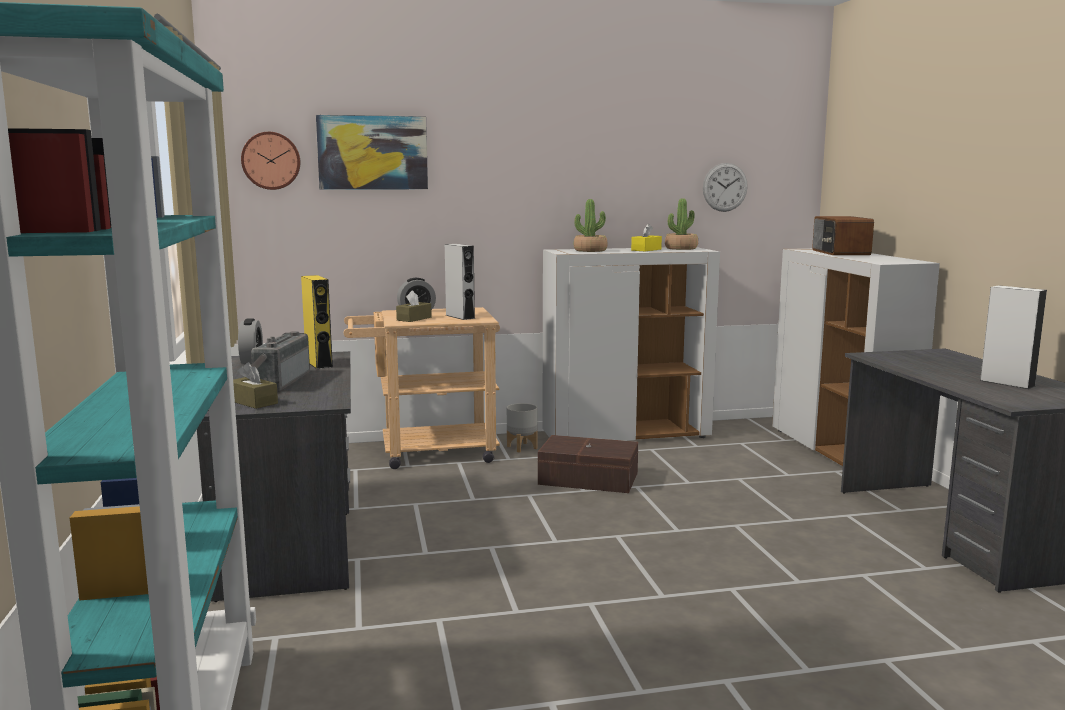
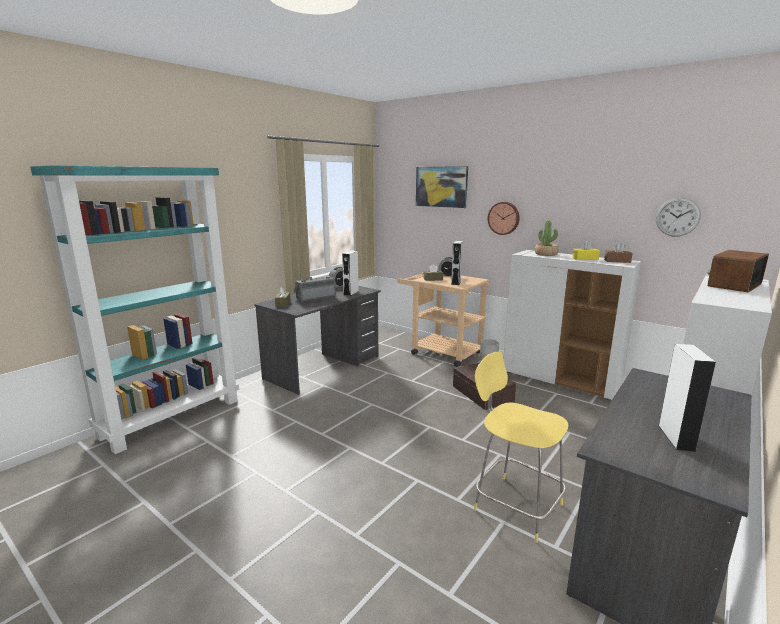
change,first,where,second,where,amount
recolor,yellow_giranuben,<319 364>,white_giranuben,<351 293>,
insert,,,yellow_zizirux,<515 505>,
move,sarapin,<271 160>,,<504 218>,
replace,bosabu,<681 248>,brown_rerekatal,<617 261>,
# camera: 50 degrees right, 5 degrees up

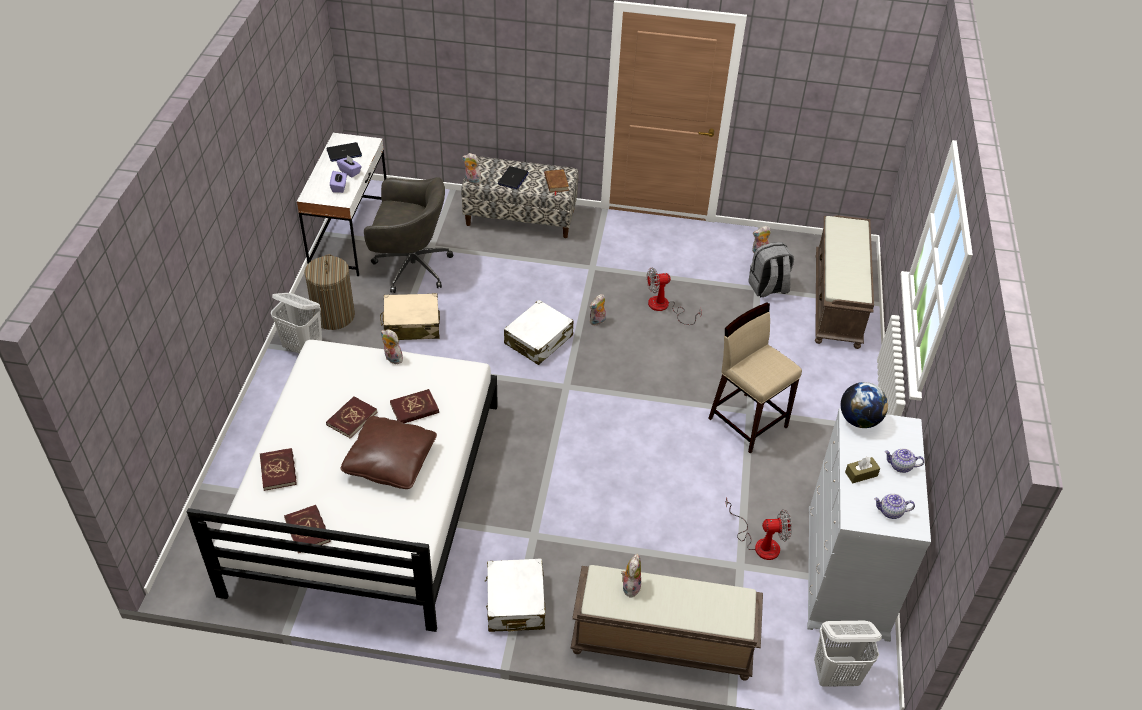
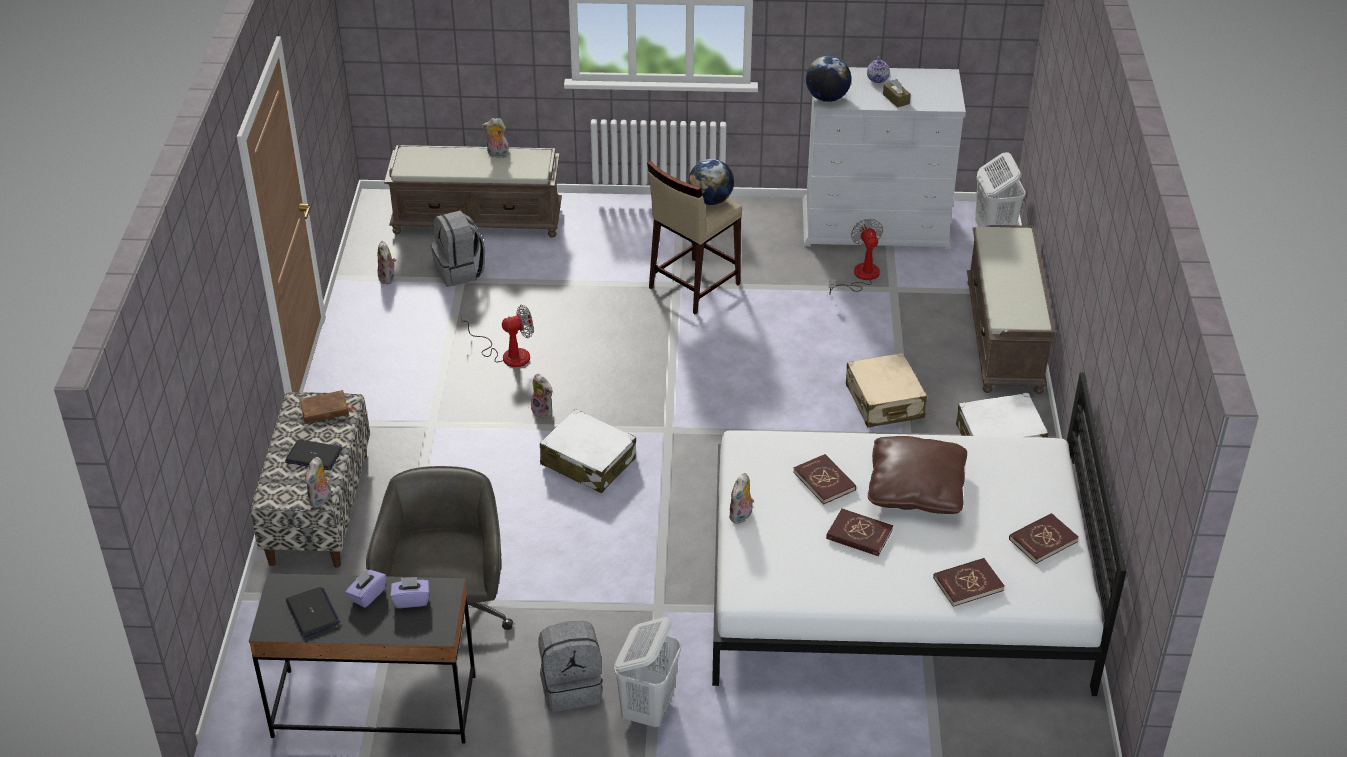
change,first,where,second,where,amount
recolor,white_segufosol,<350 236>,black_segufosol,<374 706>,
rotate,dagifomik,<664 307>,,<507 354>,90 degrees counterclockwise
move,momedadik,<630 586>,,<497 155>,
replace,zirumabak,<334 316>,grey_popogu,<571 687>,
insert,,,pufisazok,<711 200>,
move,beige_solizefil,<411 325>,,<884 402>,
delete,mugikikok,<890 512>,,,
# camera: 95 degrees left, 5 degrees down

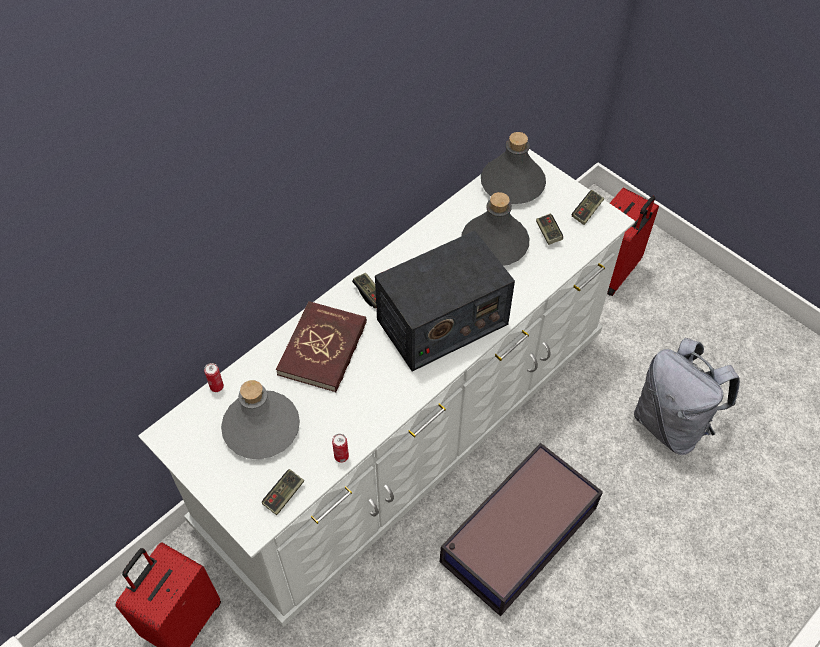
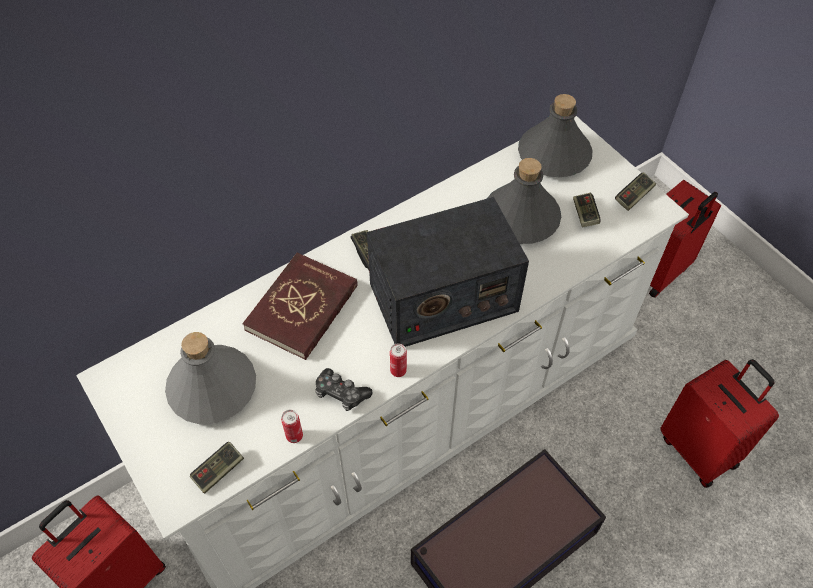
change,first,where,second,where,amount
insert,,,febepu,<341 393>,
move,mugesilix,<217 387>,,<398 371>,
replace,grey_popogu,<671 423>,red_solizefil,<699 450>,
# camera: 10 degrees right, 0 degrees up

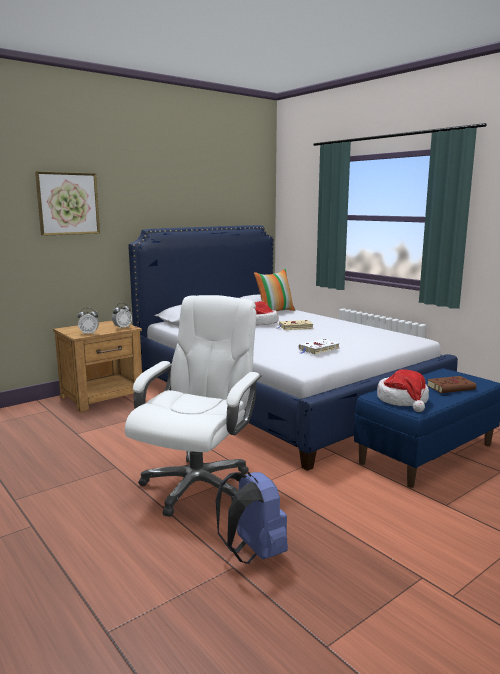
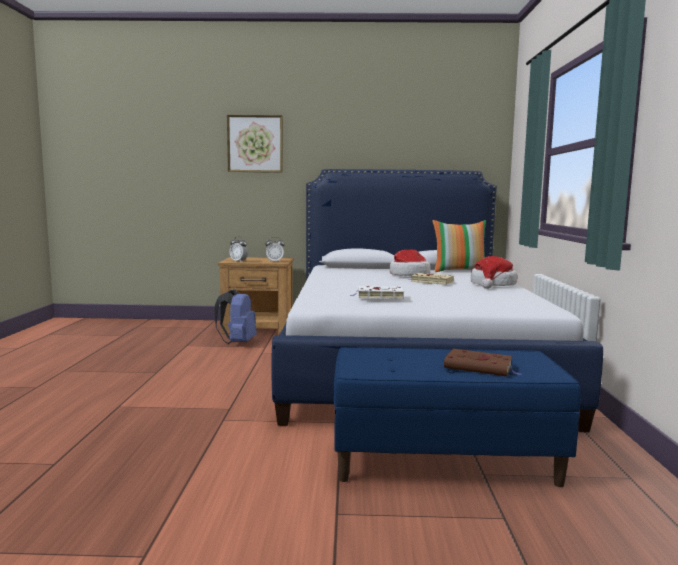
change,first,where,second,where,amount
move,blue_popogu,<253 553>,,<238 343>,
move,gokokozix,<403 400>,,<492 285>,
delete,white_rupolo,<197 485>,,,
# camera: 40 degrees right, 5 degrees down

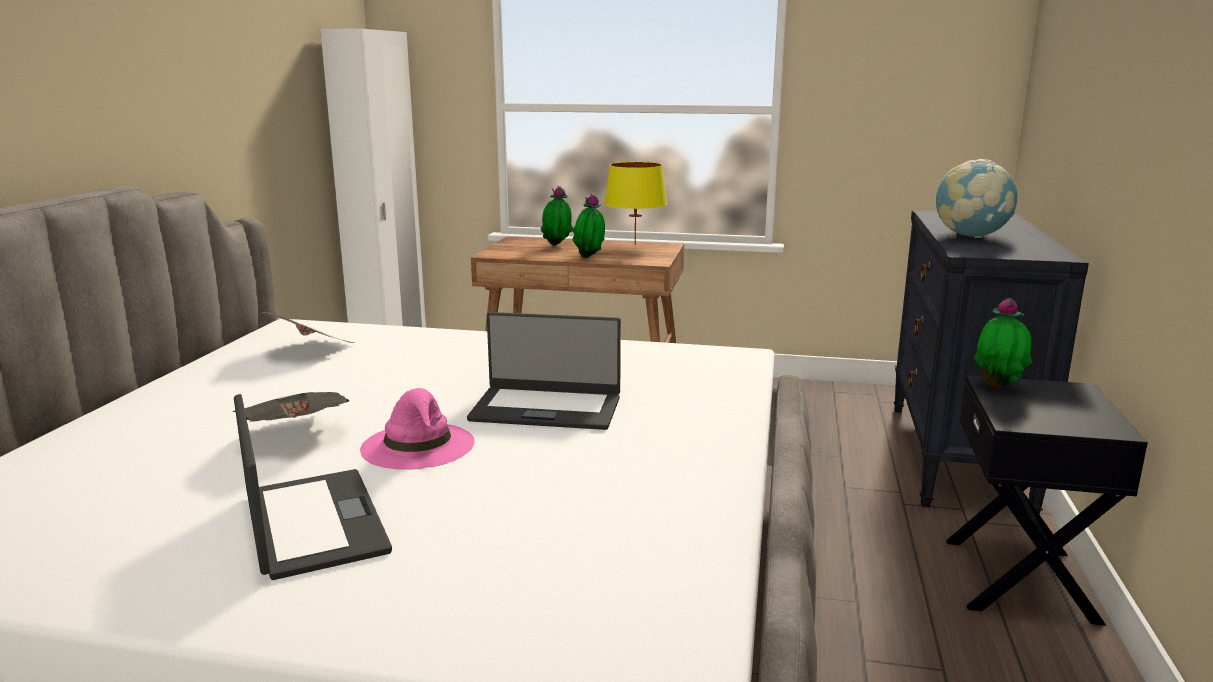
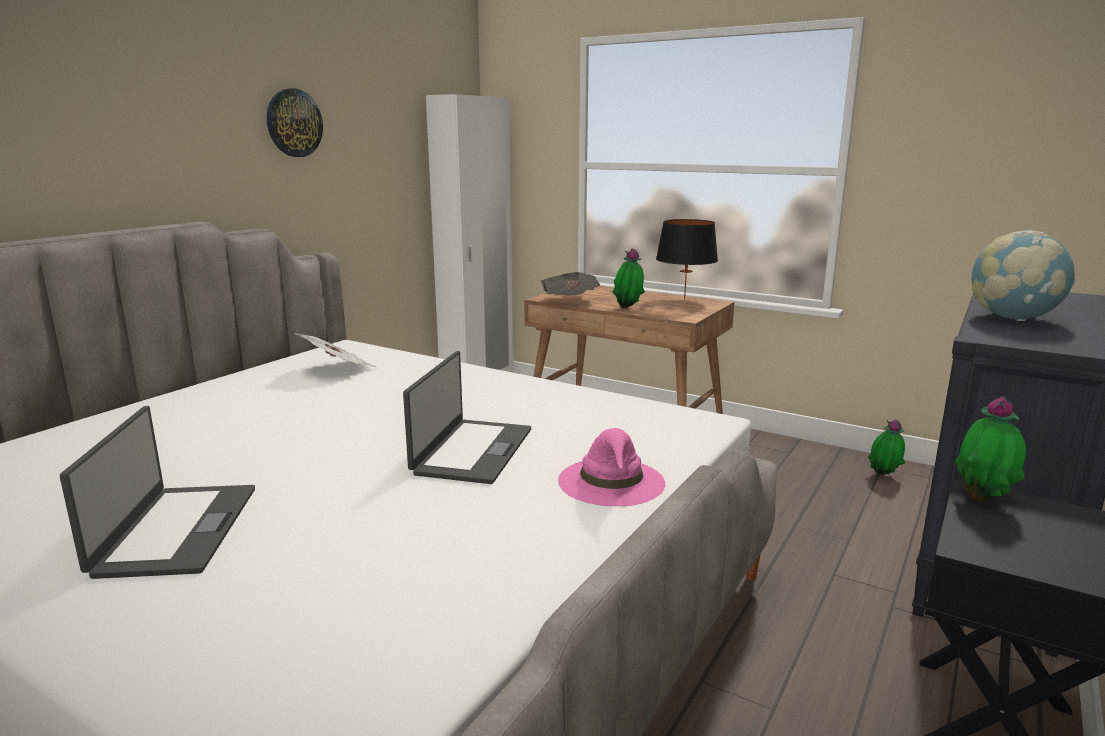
change,first,where,second,where,amount
insert,,,sarapin,<294 123>,
rotate,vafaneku,<546 408>,,<471 451>,105 degrees counterclockwise
move,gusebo,<296 435>,,<570 301>,
move,pink_gokokozix,<419 446>,,<612 482>,
recolor,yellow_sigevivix,<634 244>,black_sigevivix,<684 299>,
move,bosabu,<557 246>,,<883 476>,
# camera: 20 degrees right, 0 degrees up

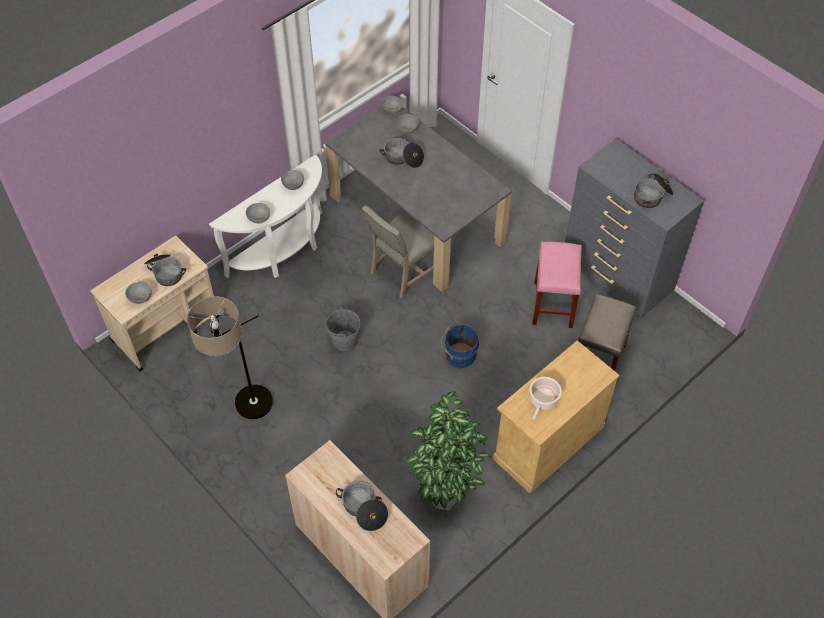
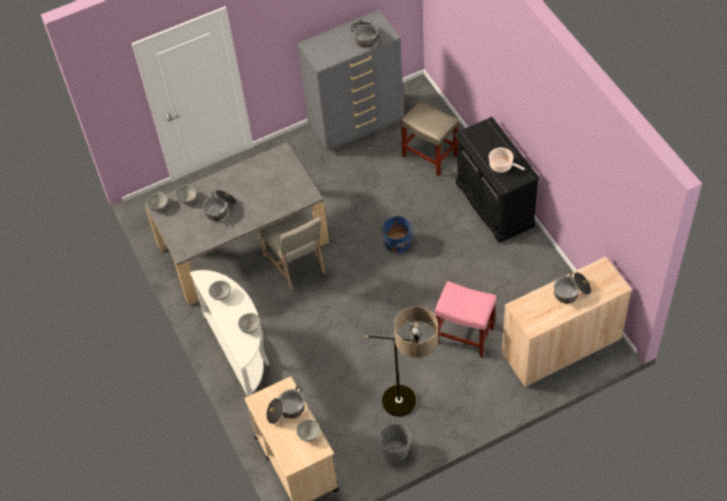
change,first,where,second,where,amount
move,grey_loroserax,<344 340>,,<395 451>,
move,pink_zizirux,<553 305>,,<465 335>,
recolor,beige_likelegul,<548 442>,black_likelegul,<494 205>,
delete,bosabu,<445 498>,,,
# camera: 70 degrees left, 0 degrees up

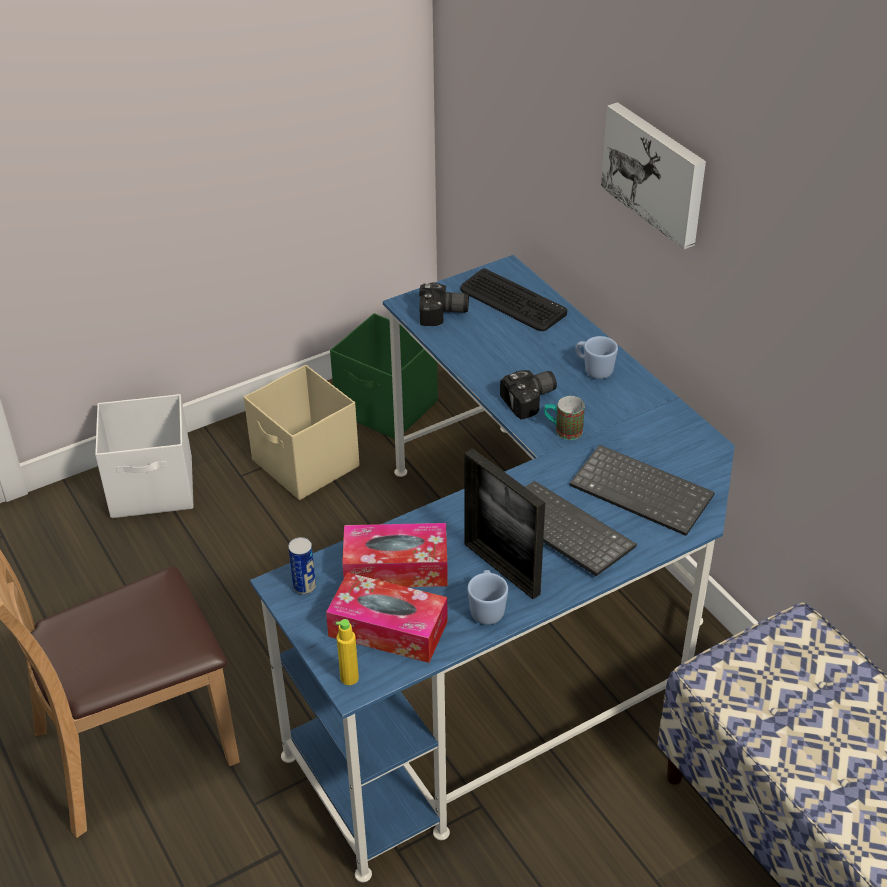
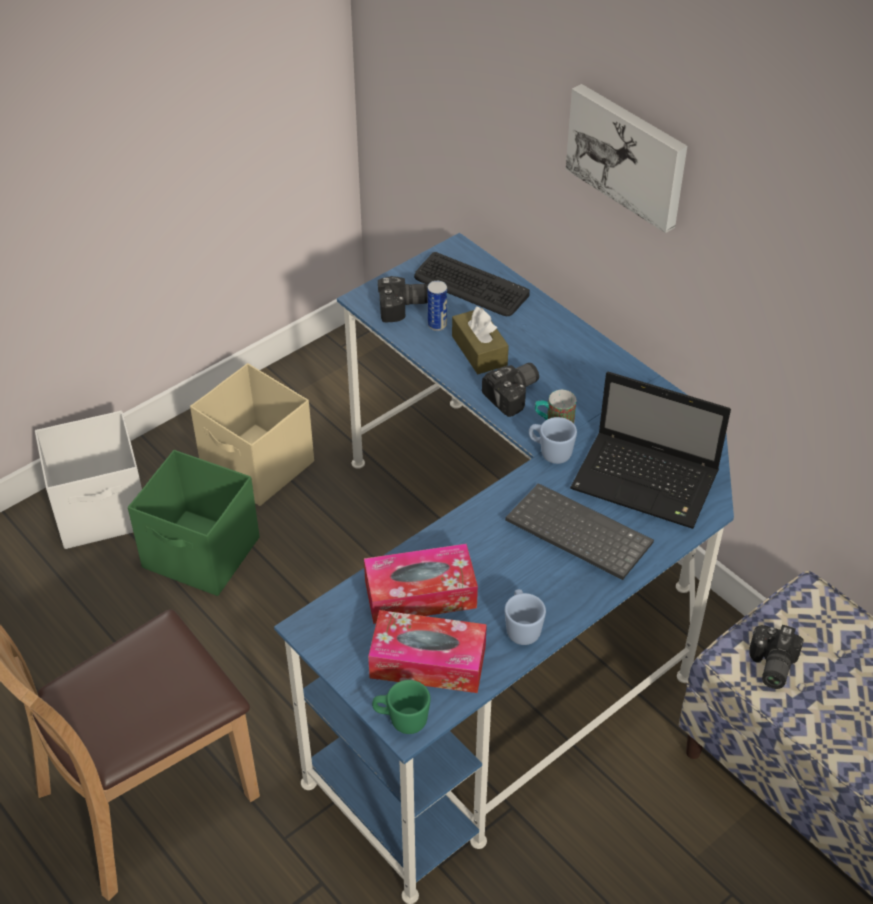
change,first,where,second,where,amount
move,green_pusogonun,<387 408>,,<202 554>,
replace,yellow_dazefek,<349 678>,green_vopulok,<401 720>,
move,mugesilix,<304 587>,,<437 325>,
insert,,,brown_rerekatal,<479 351>,
move,blue_vopulok,<593 370>,,<550 452>,
replace,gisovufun,<643 491>,vafaneku,<648 482>,
insert,,,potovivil,<770 665>,
delete,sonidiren,<501 568>,,,
# camera: 10 degrees left, 5 degrees up

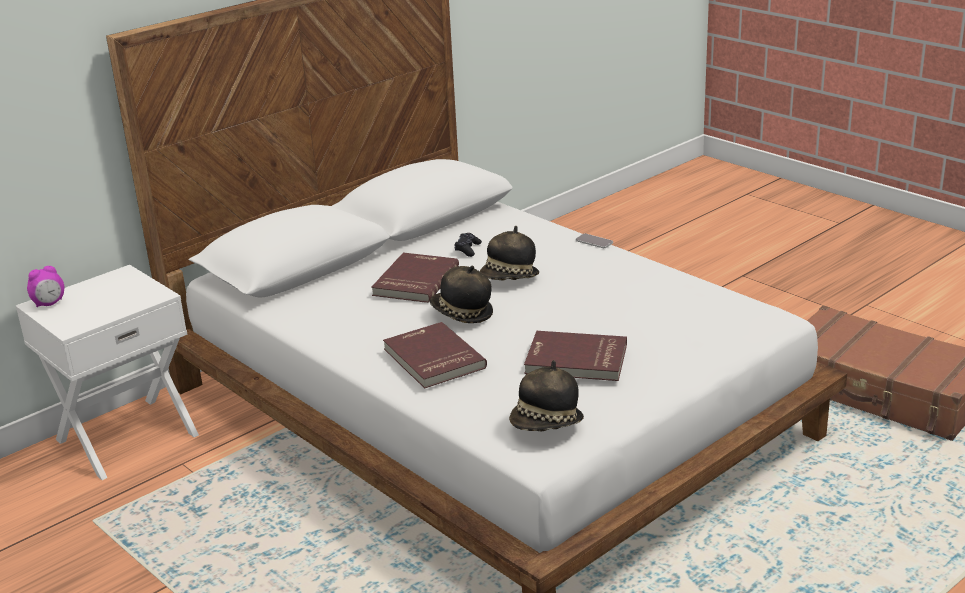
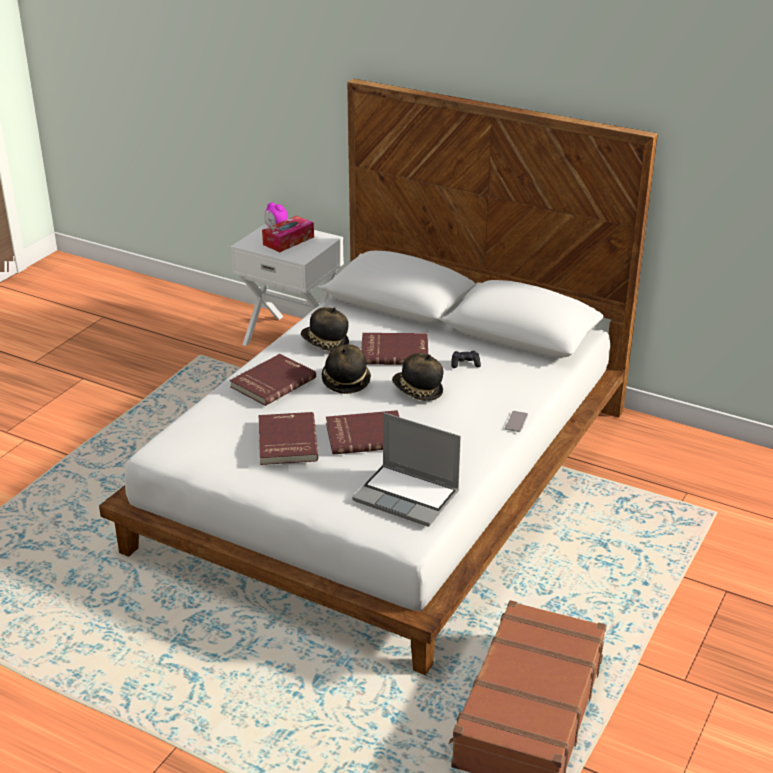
change,first,where,second,where,amount
insert,,,rerekatal,<288 241>,
move,gokokozix,<546 425>,,<325 343>,
insert,,,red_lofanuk,<365 435>,
insert,,,vafaneku,<408 496>,
# camera: 70 degrees right, 5 degrees up

